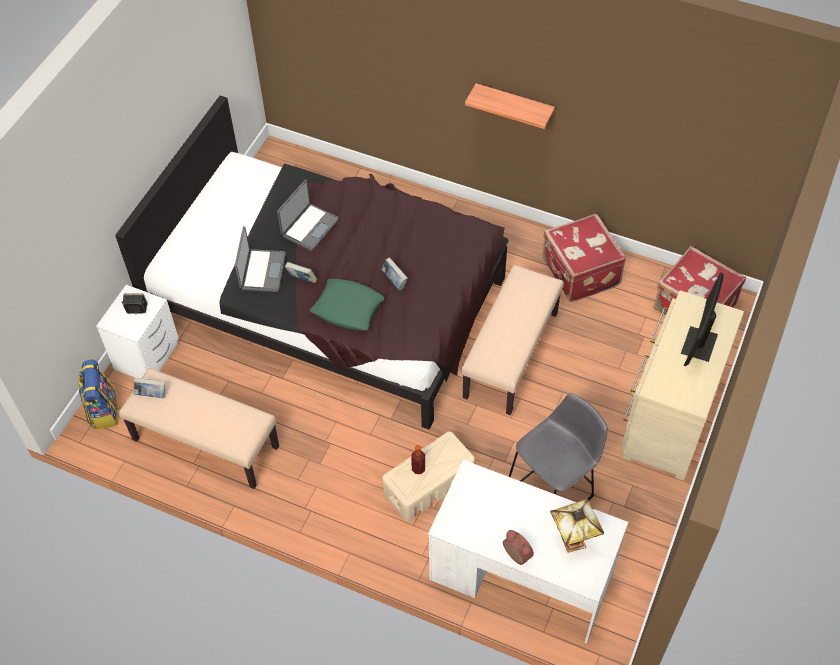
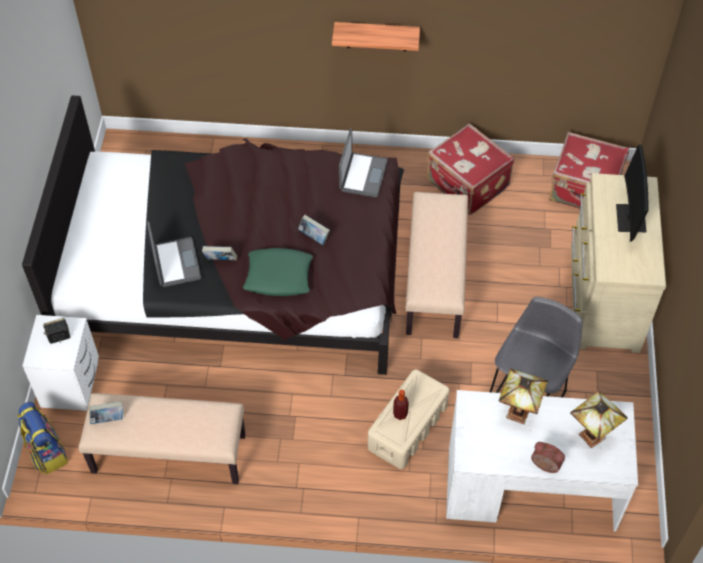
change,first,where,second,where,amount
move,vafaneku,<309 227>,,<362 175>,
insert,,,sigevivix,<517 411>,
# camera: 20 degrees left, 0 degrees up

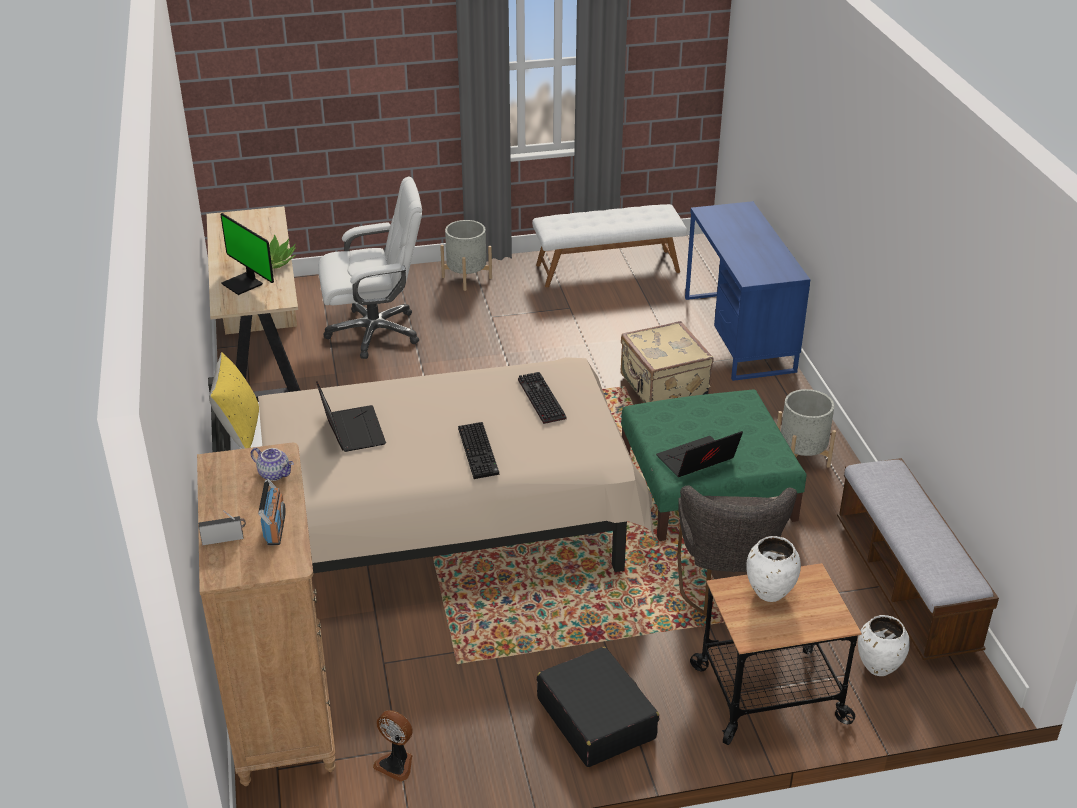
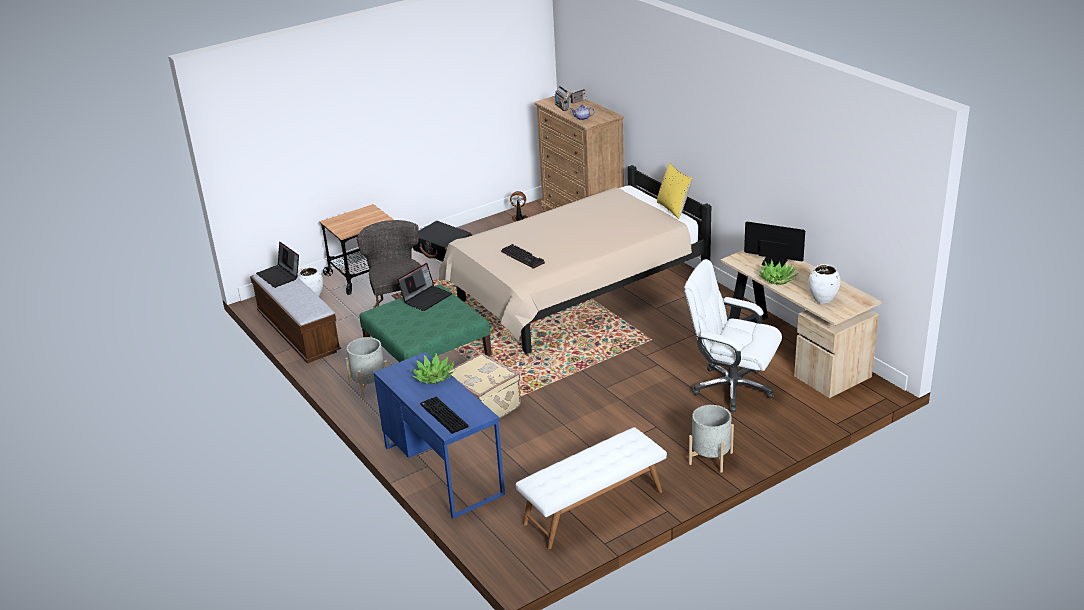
change,first,where,second,where,amount
move,vafaneku,<351 430>,,<280 276>,
insert,,,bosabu,<434 377>,
move,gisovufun,<479 451>,,<442 416>,
rotate,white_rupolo,<375 332>,,<731 388>,60 degrees clockwise
move,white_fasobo,<769 593>,,<823 300>,
# camera: 160 degrees right, 5 degrees down

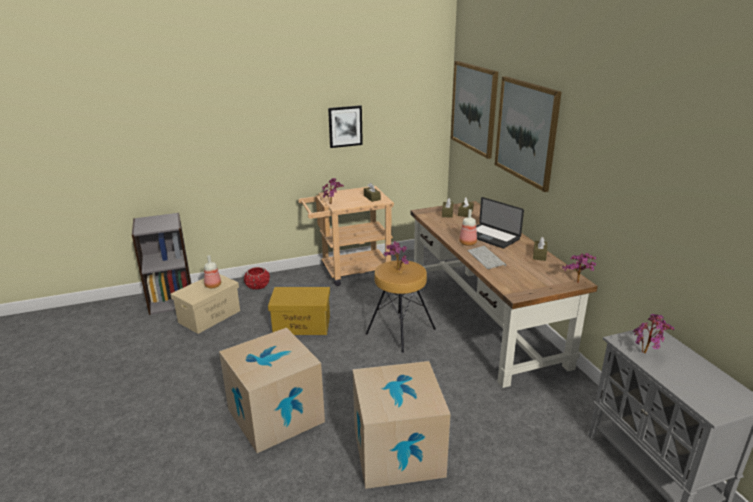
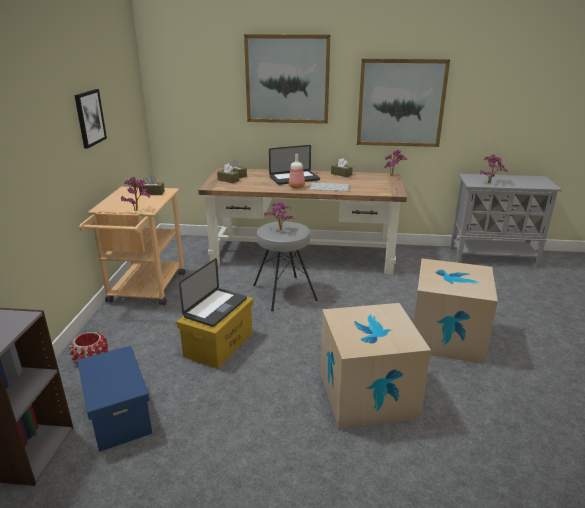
change,first,where,second,where,amount
recolor,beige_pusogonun,<209 316>,blue_pusogonun,<118 415>,
insert,,,vafaneku,<216 308>,
recolor,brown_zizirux,<400 331>,grey_zizirux,<284 293>,
move,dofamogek,<474 108>,,<401 103>,
delete,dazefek,<213 286>,,,
# camera: 65 degrees left, 0 degrees up

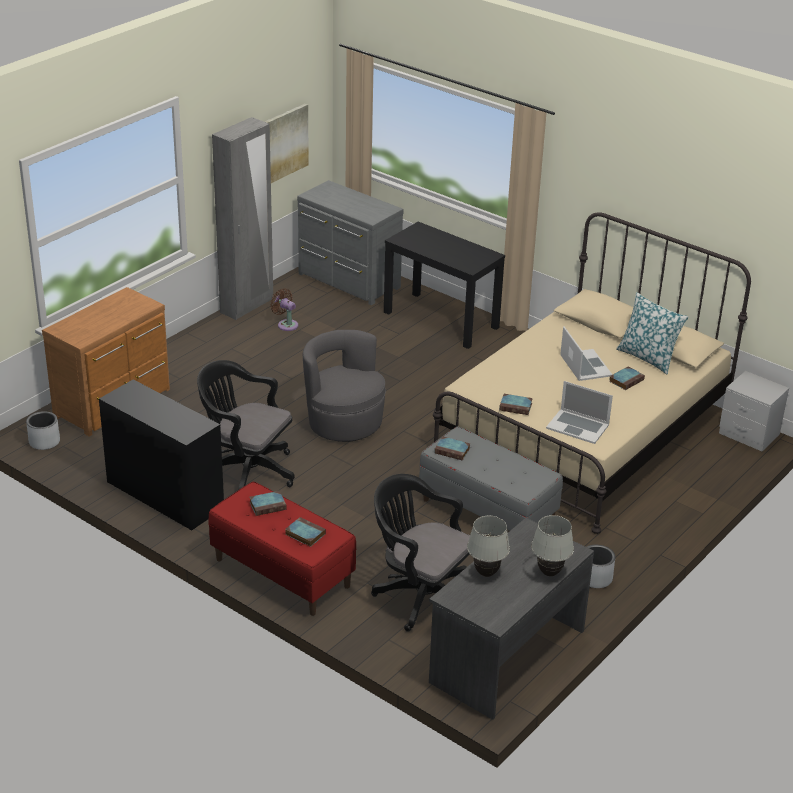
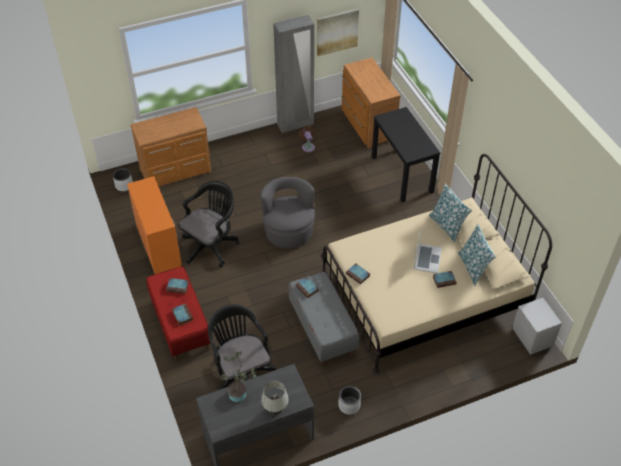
change,first,where,second,where,amount
recolor,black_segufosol,<164 495>,orange_segufosol,<158 246>,
rotate,black_rupolo,<246 470>,,<211 245>,75 degrees clockwise
replace,white_sigevivix,<486 573>,bosabu,<240 394>,
recolor,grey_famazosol,<348 282>,brown_famazosol,<367 125>,
insert,,,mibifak,<447 226>,
delete,vafaneku,<578 426>,,,
# camera: 30 degrees right, 15 degrees up

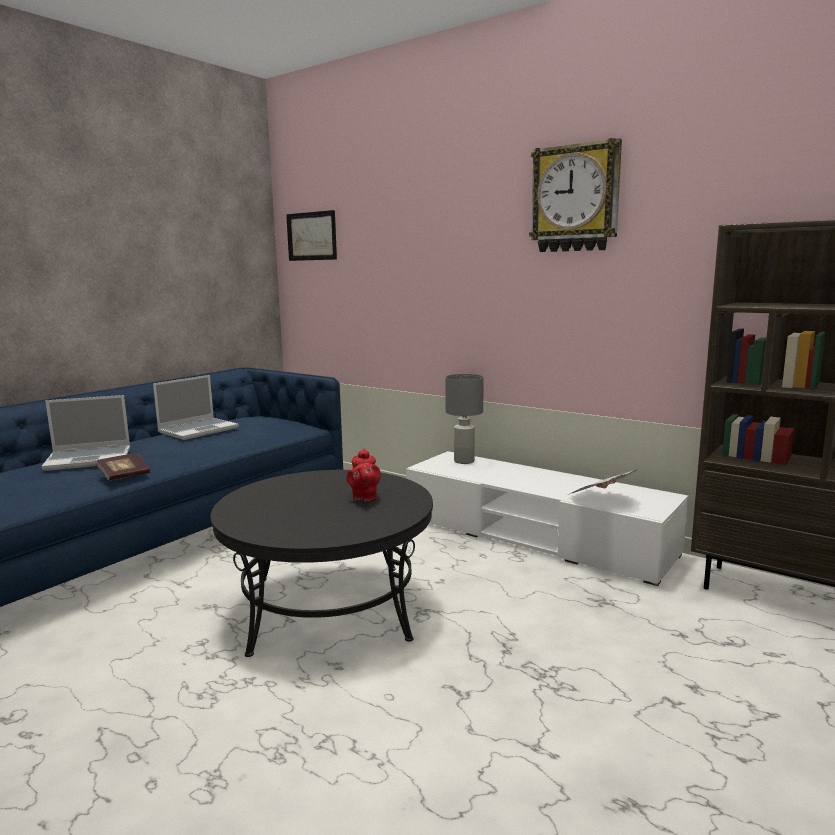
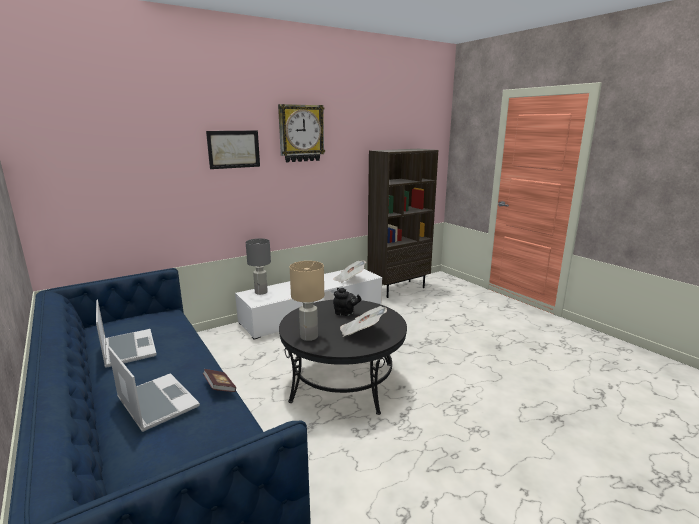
change,first,where,second,where,amount
rotate,vafaneku,<90 459>,,<156 403>,45 degrees counterclockwise
move,dofamogek,<311 236>,,<234 149>,
insert,,,beige_sigevivix,<309 337>,
recolor,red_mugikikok,<364 498>,black_mugikikok,<345 313>,
insert,,,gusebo,<361 332>,
# camera: 70 degrees left, 5 degrees up

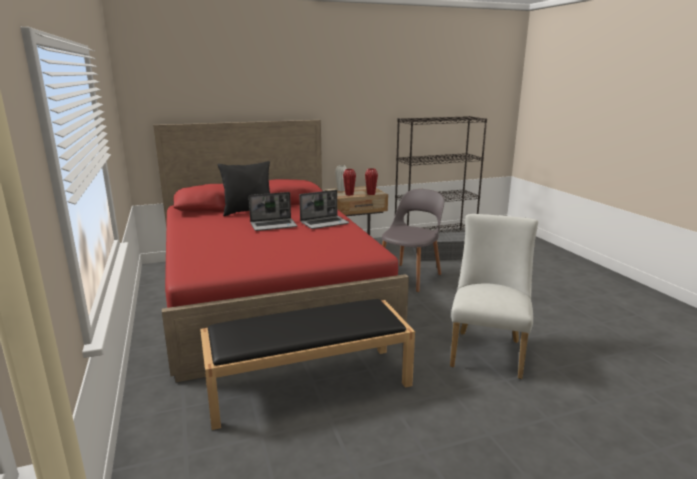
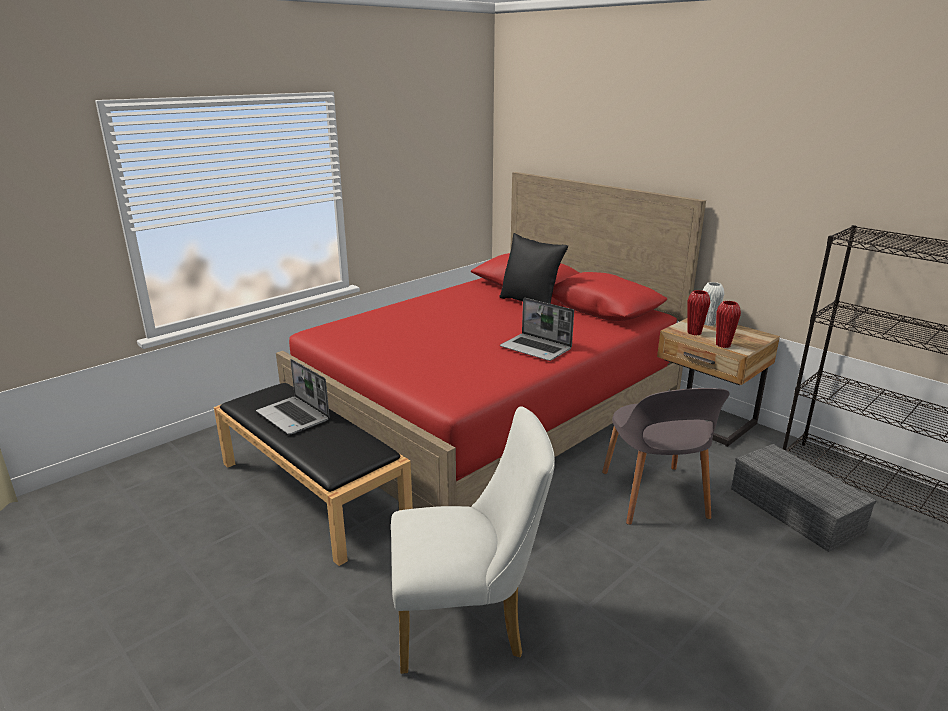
change,first,where,second,where,amount
move,vafaneku,<274 225>,,<294 417>,
rotate,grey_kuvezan,<410 277>,,<654 496>,75 degrees clockwise
# camera: 65 degrees right, 5 degrees up

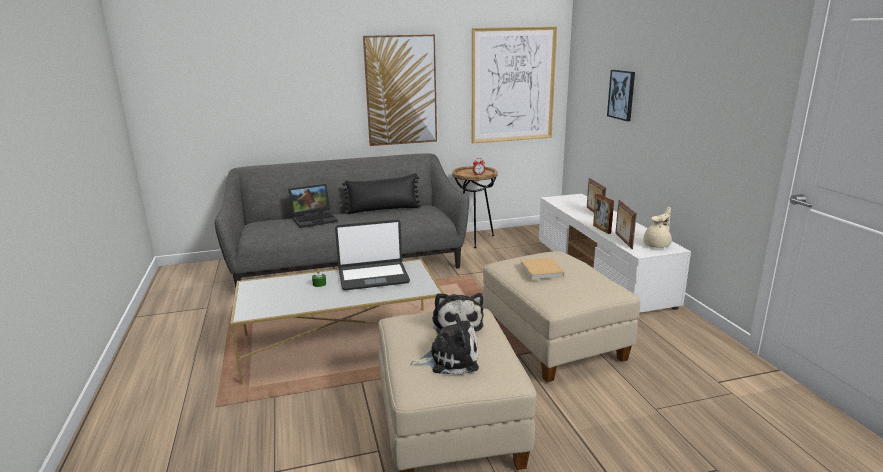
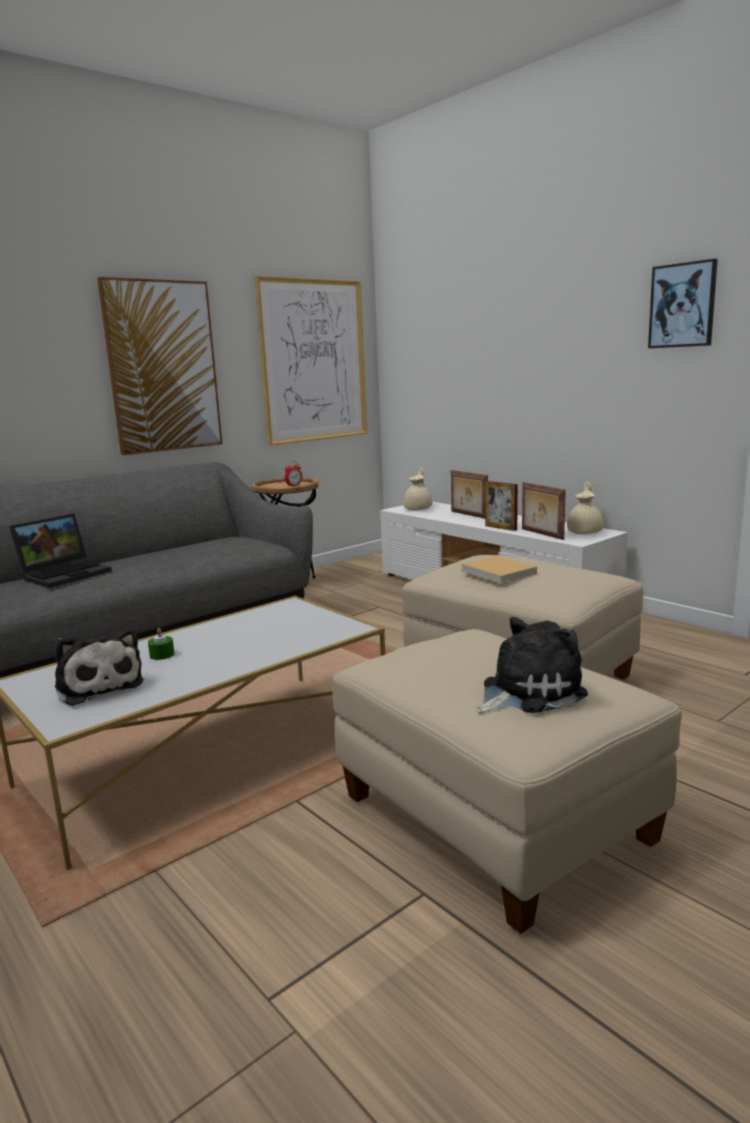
change,first,where,second,where,amount
move,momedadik,<456 323>,,<98 685>,
insert,,,beige_mugikikok,<418 508>,
move,dofamogek,<622 94>,,<682 305>,
delete,vafaneku,<373 277>,,,
delete,black_mibifak,<383 210>,,,
# camera: 25 degrees left, 5 degrees down

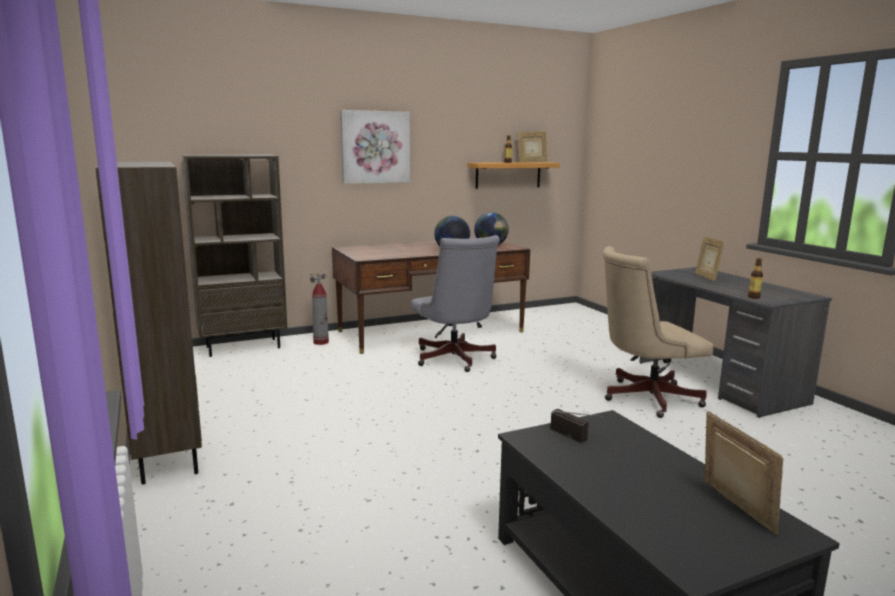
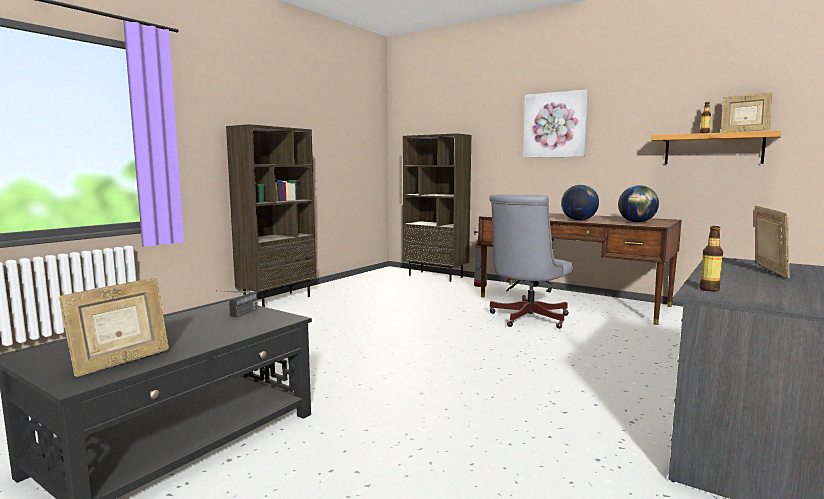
change,first,where,second,where,amount
rotate,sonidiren,<706 277>,,<767 271>,135 degrees clockwise
delete,beige_rupolo,<644 398>,,,
# camera: 60 degrees right, 5 degrees down

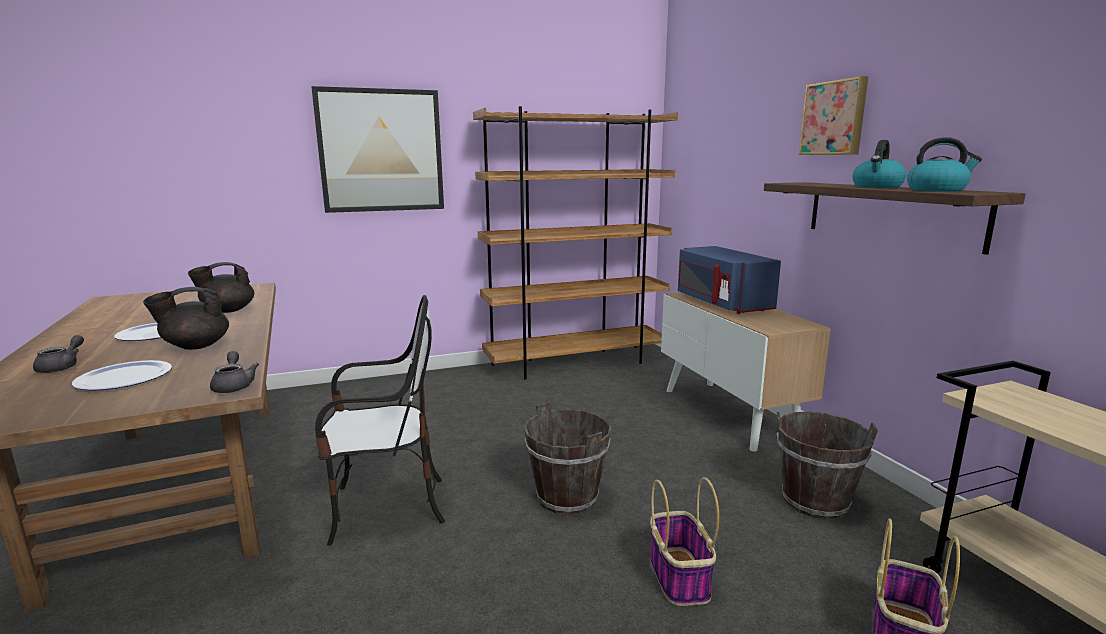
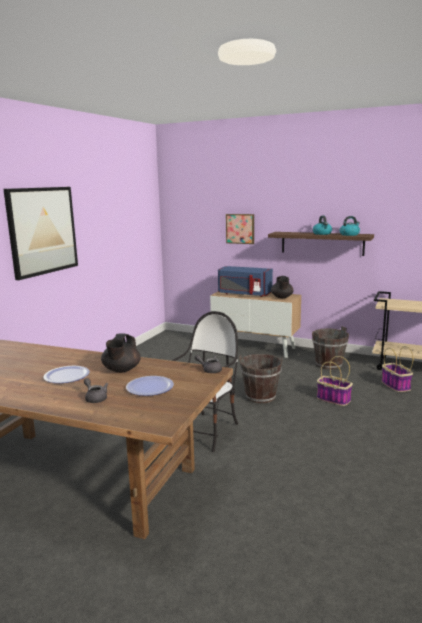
change,first,where,second,where,amount
move,dofamogek,<834 118>,,<240 228>,
move,black_mugikikok,<227 310>,,<282 297>,
delete,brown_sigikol,<576 363>,,,
# camera: 45 degrees left, 0 degrees up

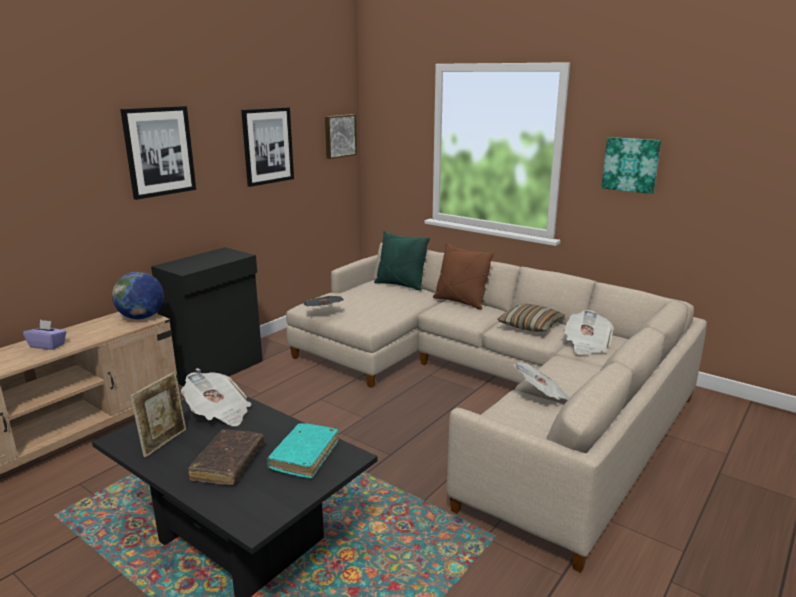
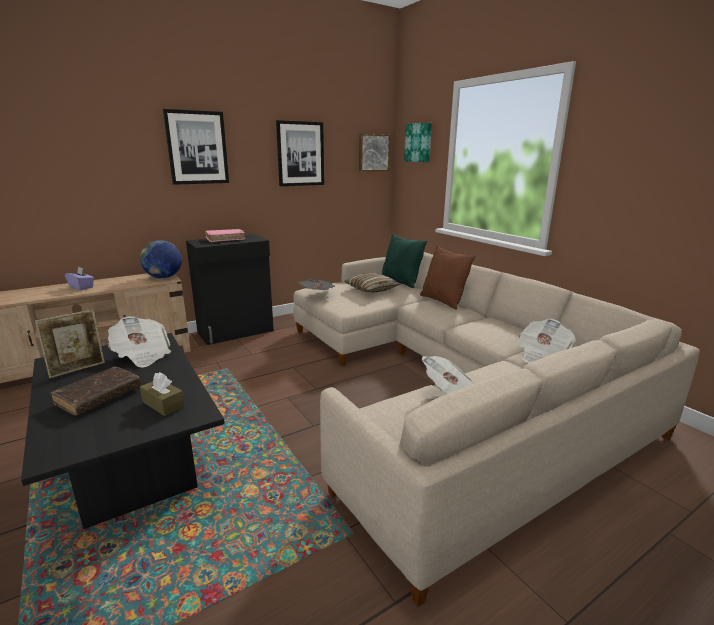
change,first,where,second,where,amount
replace,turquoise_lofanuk,<304 456>,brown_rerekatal,<163 404>,
insert,,,pink_lofanuk,<225 239>,
move,mibifak,<530 325>,,<371 289>,
move,dofamogek,<631 164>,,<418 142>,
# camera: 20 degrees right, 0 degrees up

